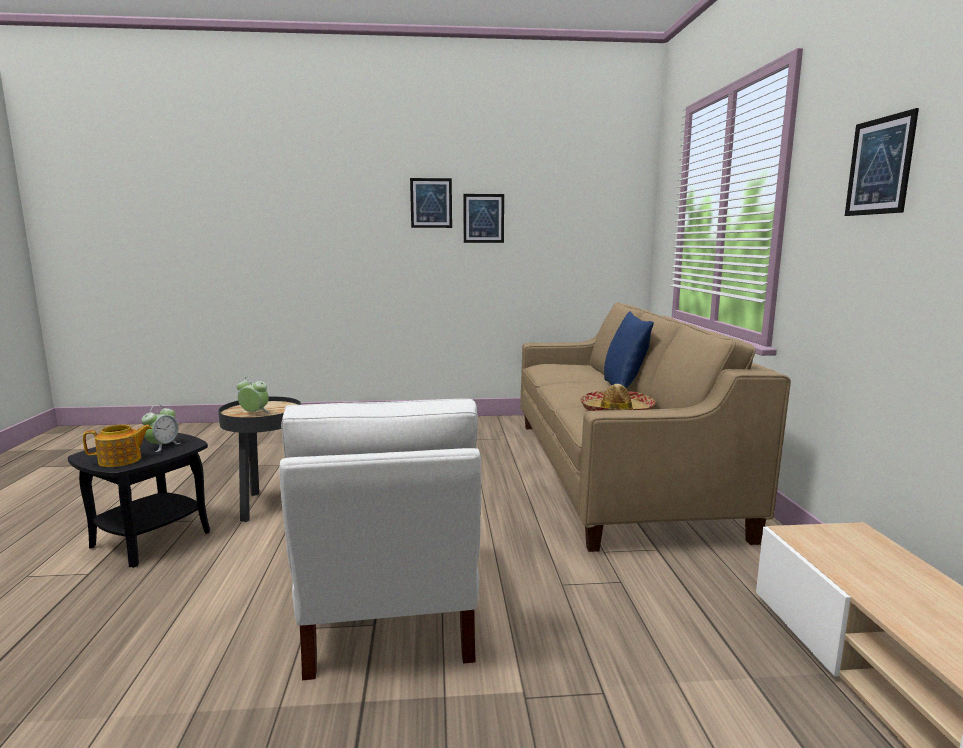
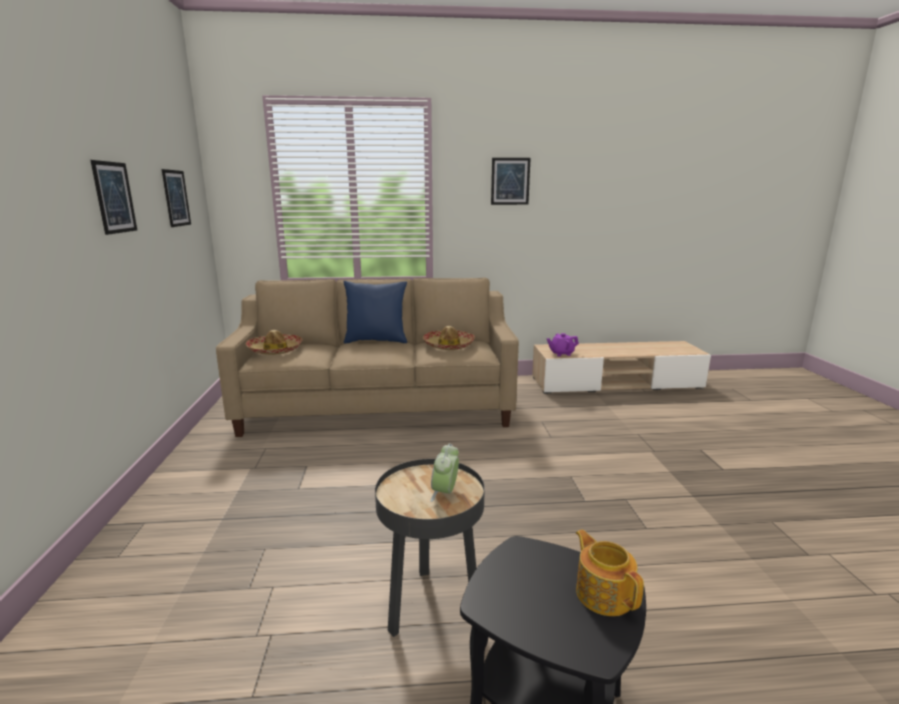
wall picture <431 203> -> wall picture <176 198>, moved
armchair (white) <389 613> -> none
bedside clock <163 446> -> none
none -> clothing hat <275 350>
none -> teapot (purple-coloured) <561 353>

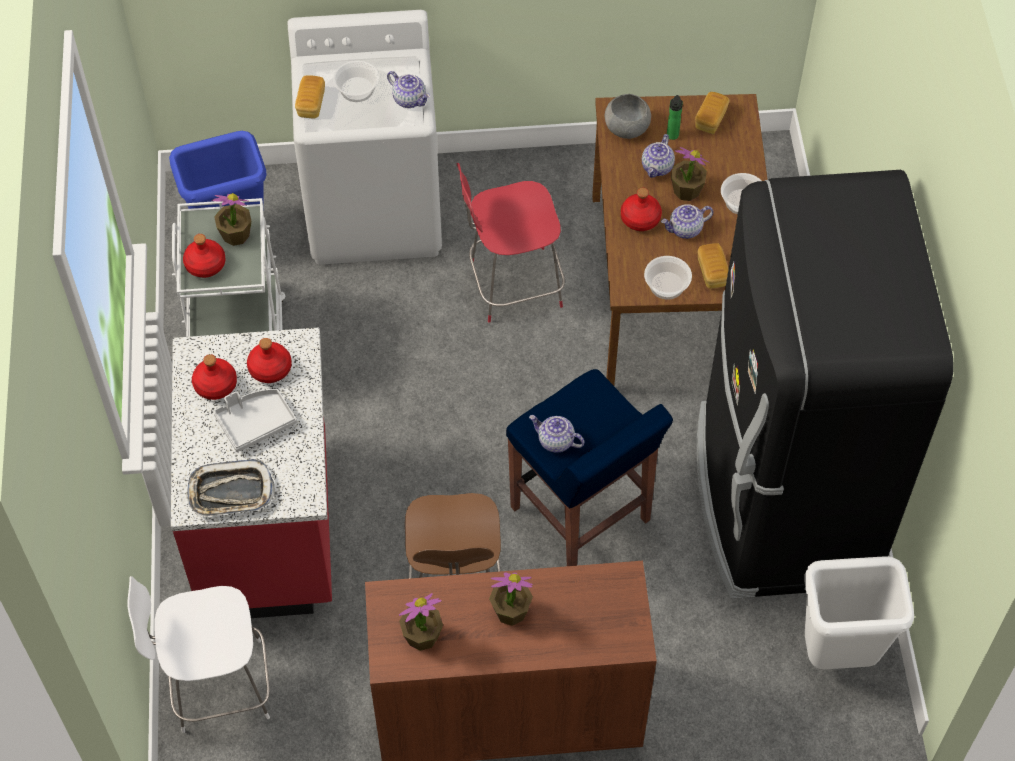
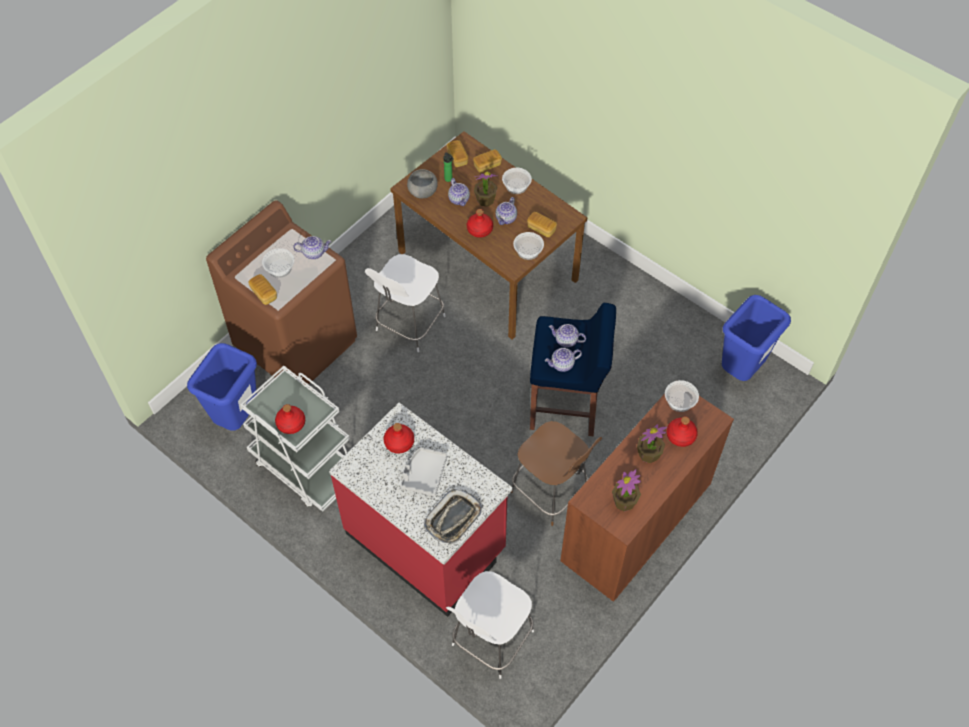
washing machine (white) <375 210> -> washing machine (brown-coloured) <297 343>
chair (red-coloured) <512 285> -> chair (white) <409 325>
fridge (black-coloured) <781 499> -> none
potted plant <235 235> -> none
drink bottle (red-coloured) <216 385> -> drink bottle (red-coloured) <681 436>, moved
waste bin (white) <838 655> -> waste bin (blue) <741 370>
none -> baked bread <487 165>
none -> teapot <566 340>
none -> bowl <679 401>

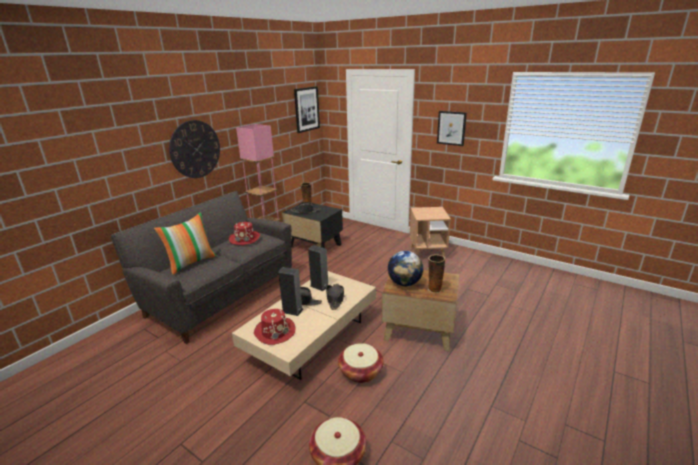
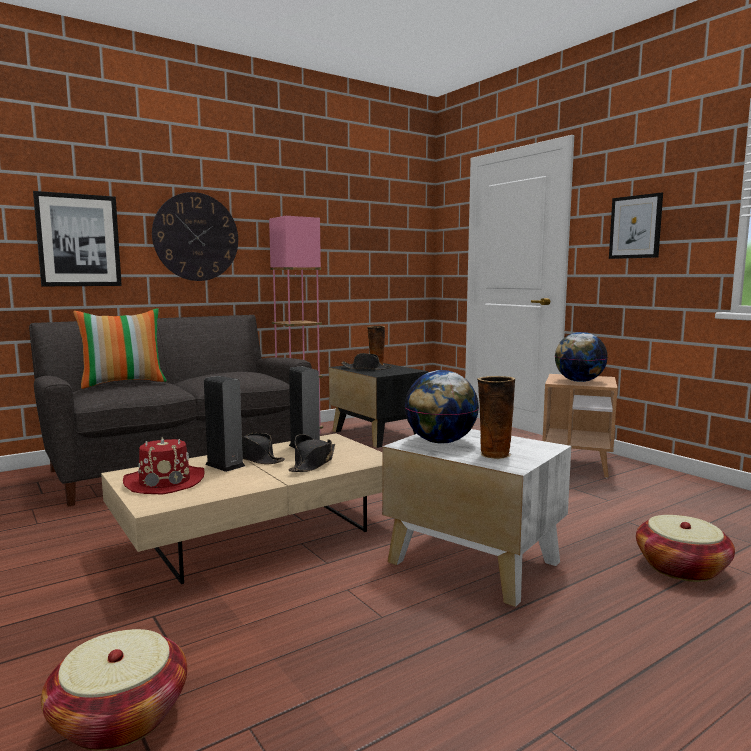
wall picture <306 109> -> wall picture <78 240>, moved
clothing hat (red-coloured) <245 238> -> none
accent table (brown-coloured) <418 329> -> accent table (white) <472 561>
basket <360 372> -> basket <681 568>, moved
none -> desk globe <579 381>

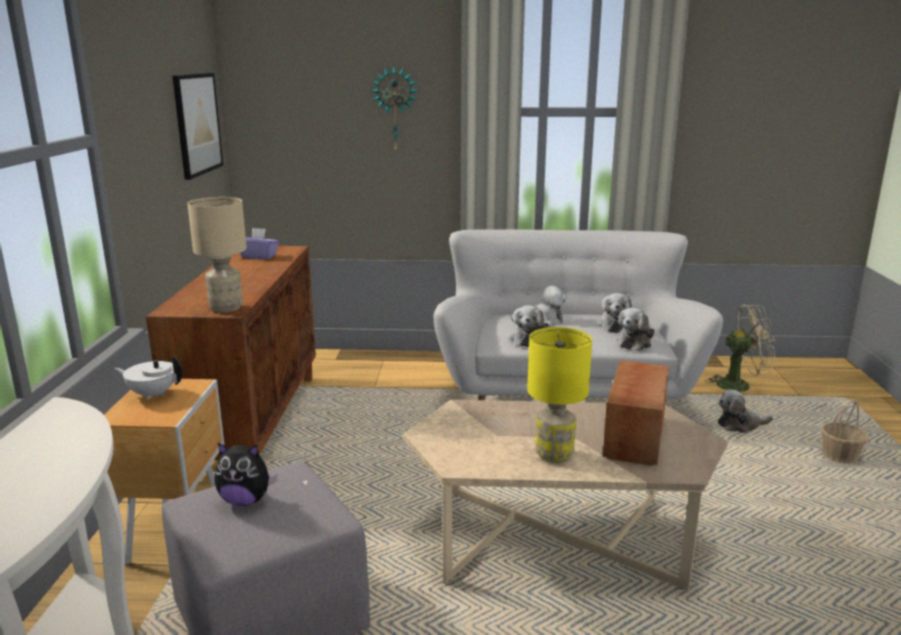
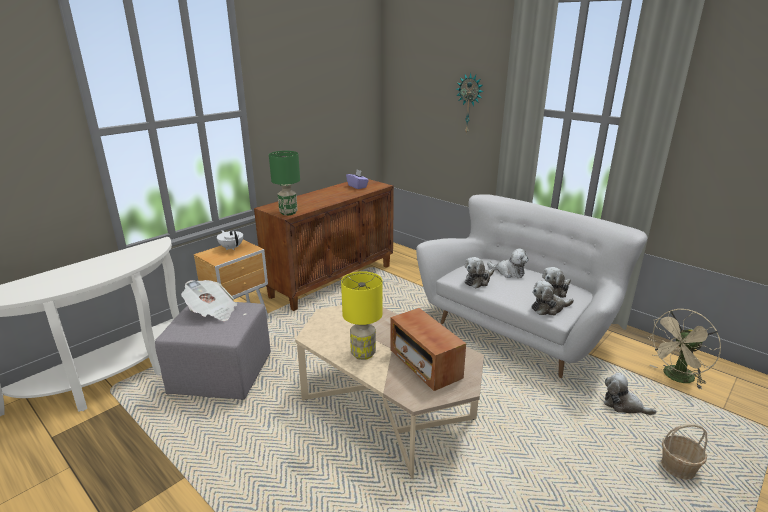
wall picture <197 124> -> none
tabletop lamp (sand-coloured) <227 308> -> tabletop lamp (greenish) <288 213>
fan (sand-coloured) <740 385> -> fan (sand-coloured) <676 378>, 105 degrees clockwise
radio <634 437> -> radio <425 365>, 90 degrees counterclockwise
cuddly toy <245 500> -> printed paper <212 311>

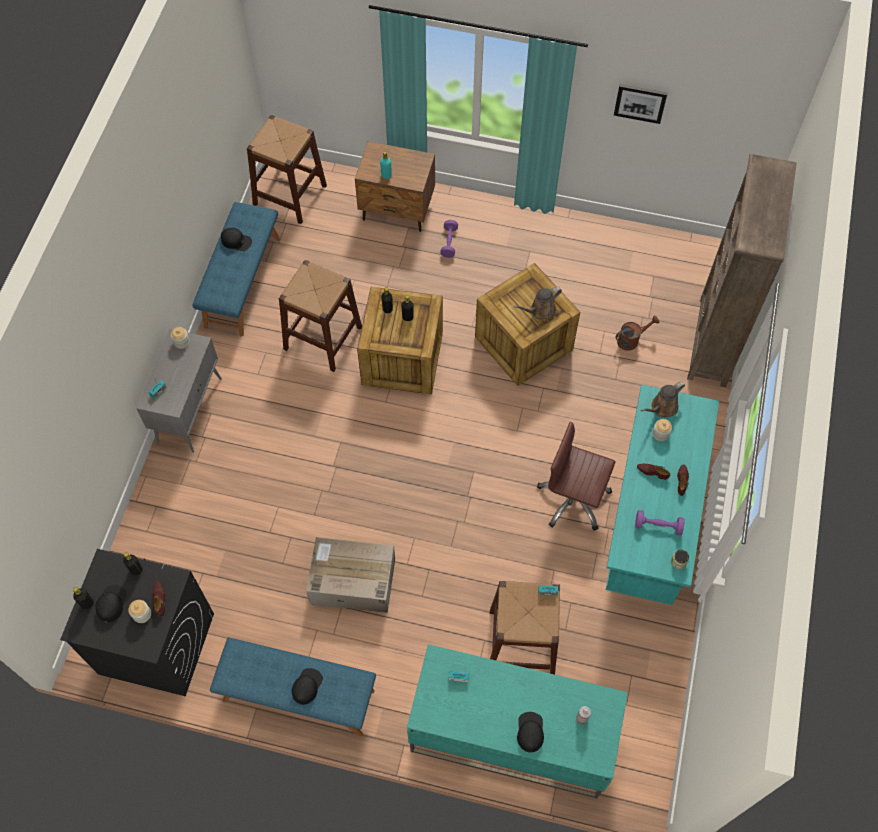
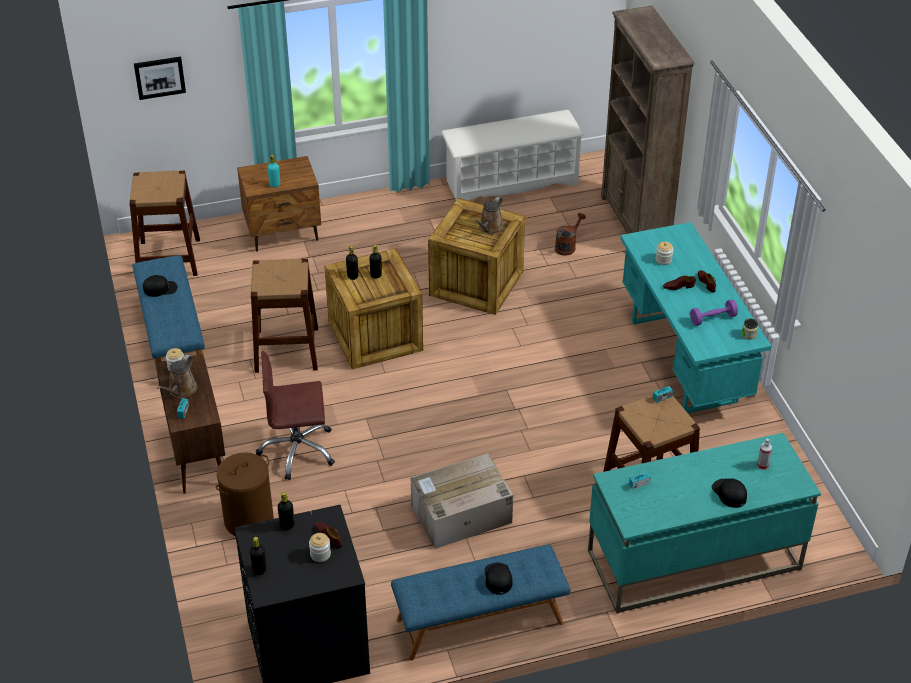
wall picture <640 102> -> wall picture <159 77>, moved
hand weight (purple-coloured) <449 243> -> none
storage cabinet (greyish) <190 410> -> storage cabinet (brown-coloured) <197 454>
sprinkling can (brown-coloured) <662 407> -> sprinkling can (brown-coloured) <181 390>, moved
computer chair (brown-coloured) <573 499> -> computer chair (brown-coloured) <297 450>, moved
cap (black-coloured) <111 603> -> none
none -> shoe stand (white) <511 182>
none -> laundry basket (brown-coloured) <249 520>

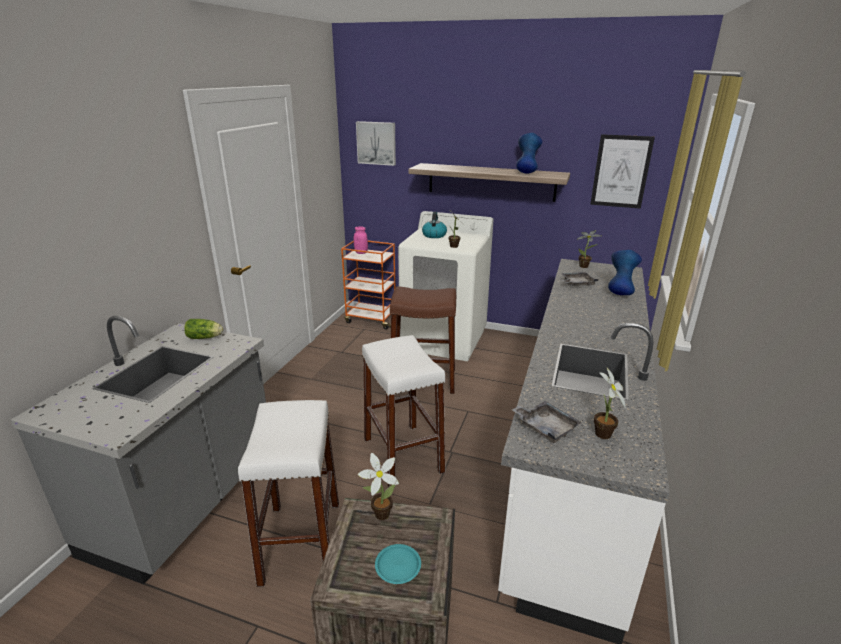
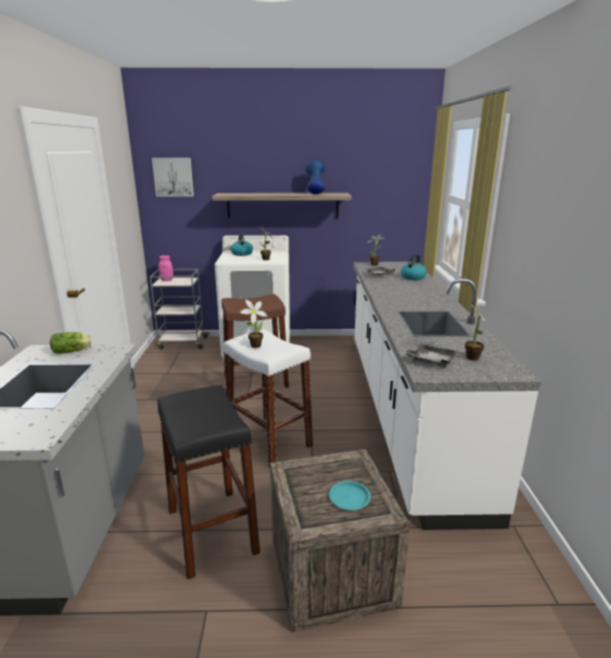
wall picture <621 171> -> none
wheeled cart (orange-coloured) <371 319> -> wheeled cart (greyish) <182 343>
flower vase (blue) <619 292> -> tea kettle <413 277>
stool (white) <301 541> -> stool (black-coloured) <212 530>
potted plant <379 514> -> potted plant <254 346>, moved

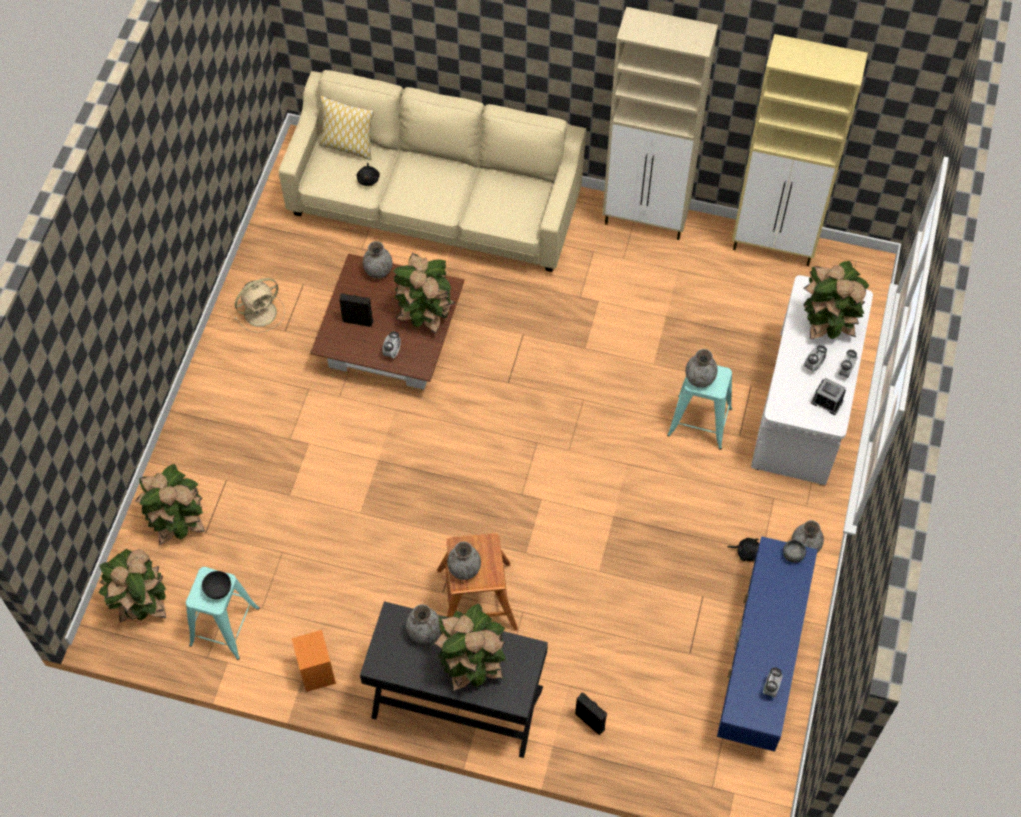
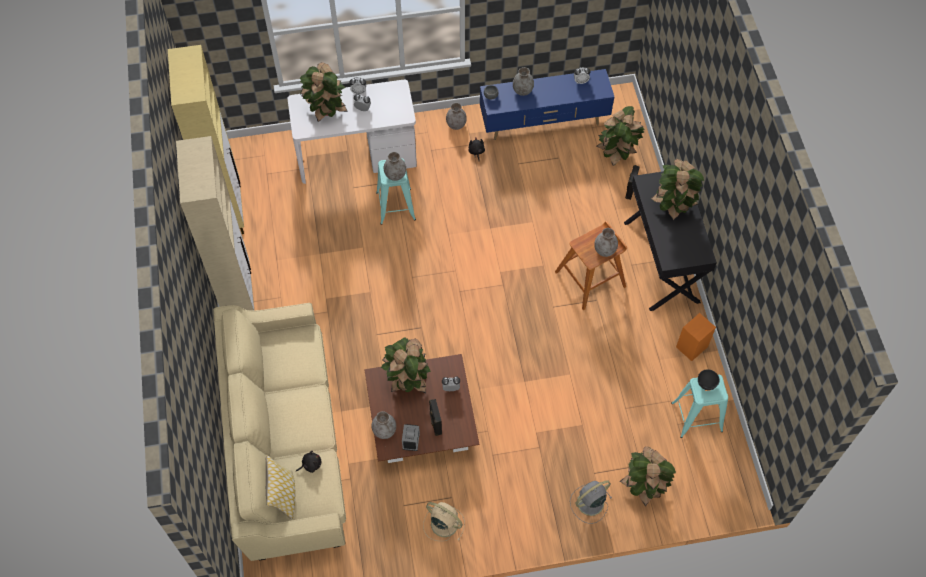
bedside clock <827 402> -> bedside clock <411 440>, moved
potted plant <142 605> -> potted plant <617 154>, moved
flower vase (greyish) <424 631> -> flower vase (greyish) <522 90>, moved
none -> fan (greyish) <589 503>

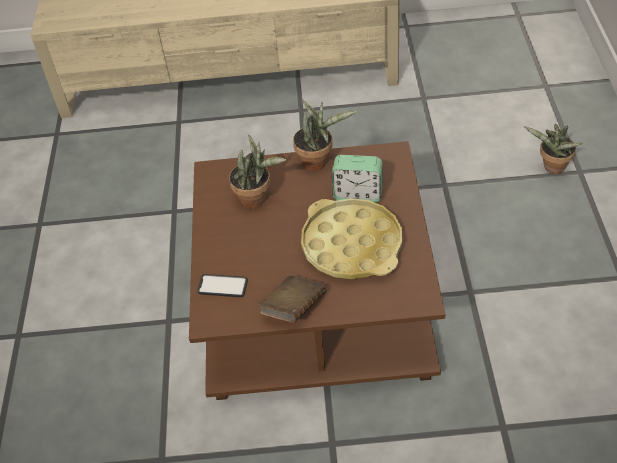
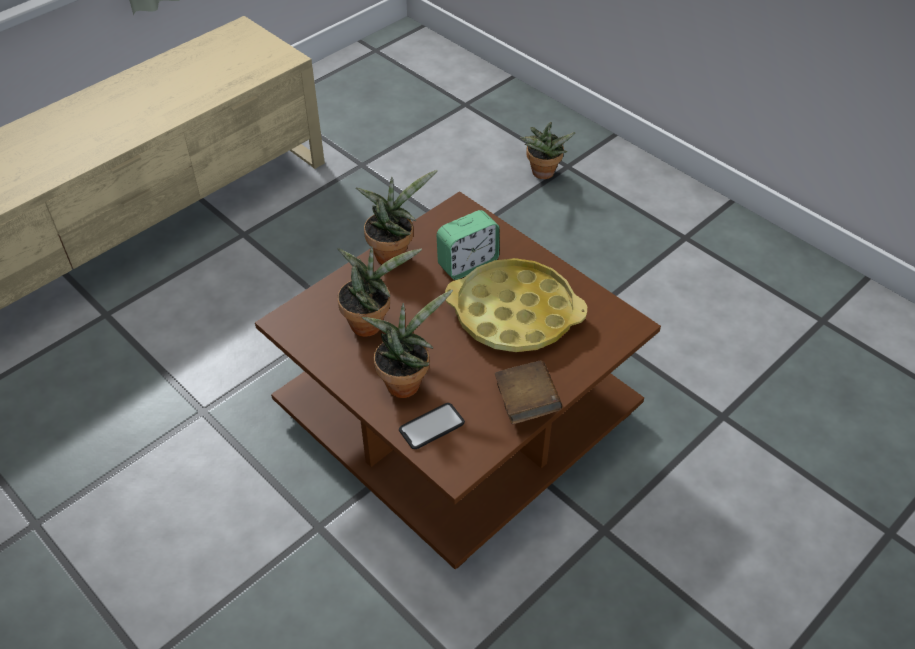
none -> potted plant <405 381>

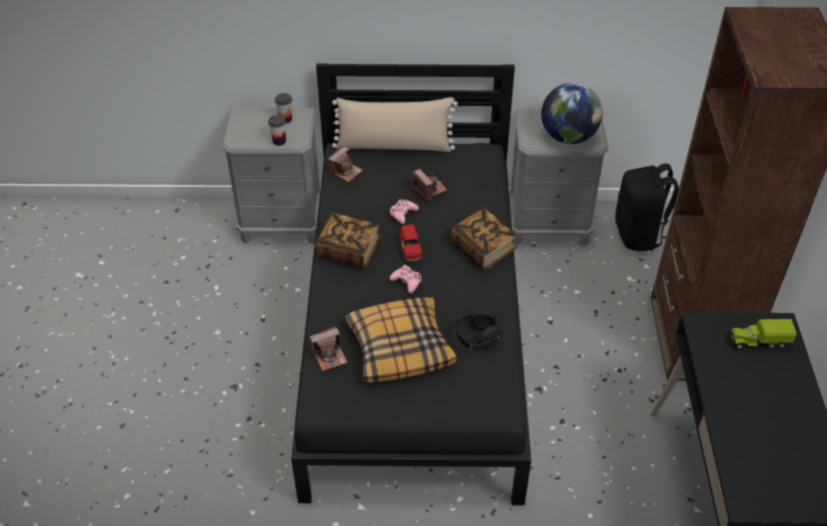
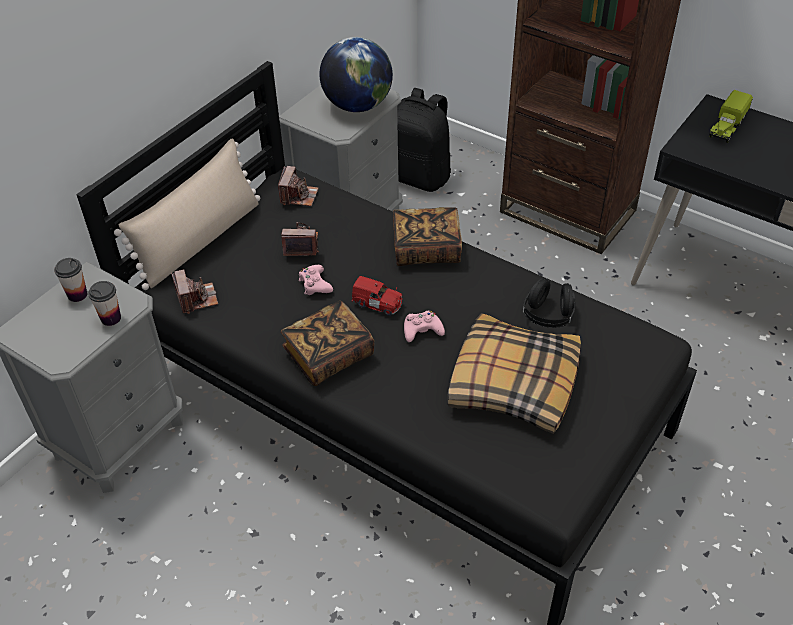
photo camera <329 356> -> photo camera <298 196>, moved

